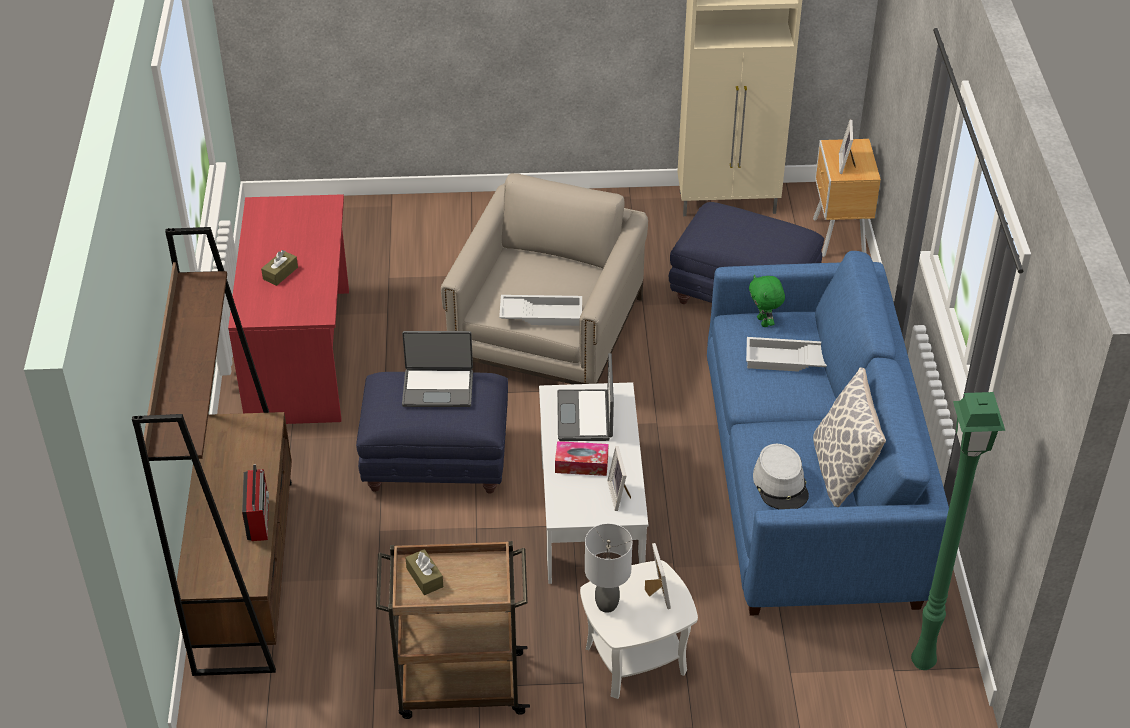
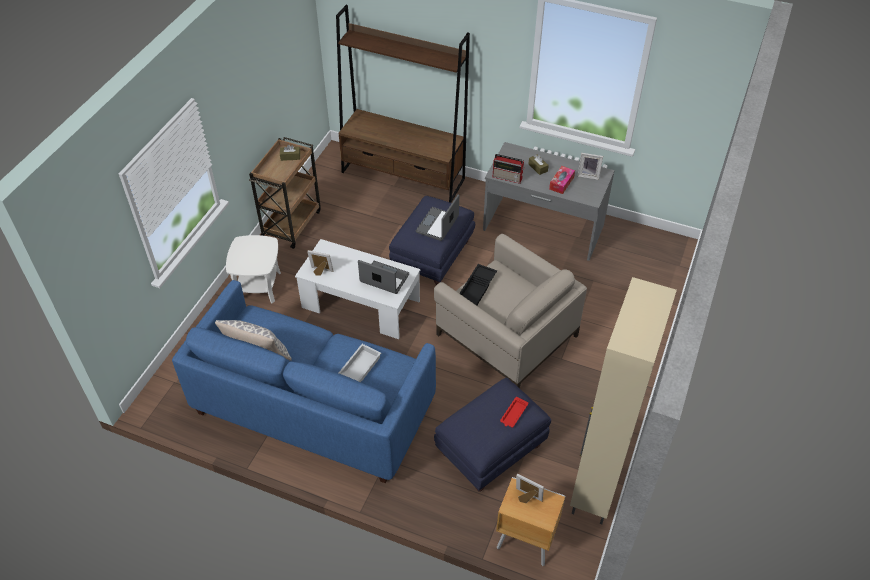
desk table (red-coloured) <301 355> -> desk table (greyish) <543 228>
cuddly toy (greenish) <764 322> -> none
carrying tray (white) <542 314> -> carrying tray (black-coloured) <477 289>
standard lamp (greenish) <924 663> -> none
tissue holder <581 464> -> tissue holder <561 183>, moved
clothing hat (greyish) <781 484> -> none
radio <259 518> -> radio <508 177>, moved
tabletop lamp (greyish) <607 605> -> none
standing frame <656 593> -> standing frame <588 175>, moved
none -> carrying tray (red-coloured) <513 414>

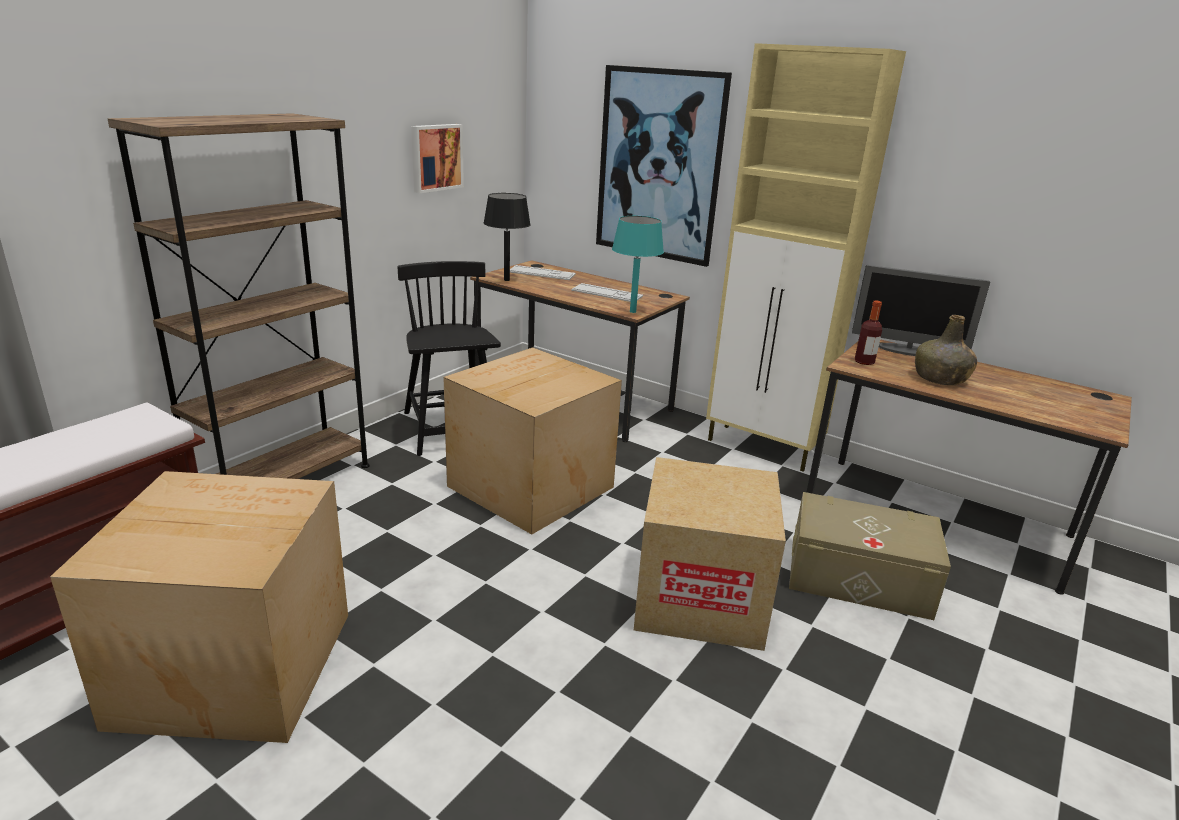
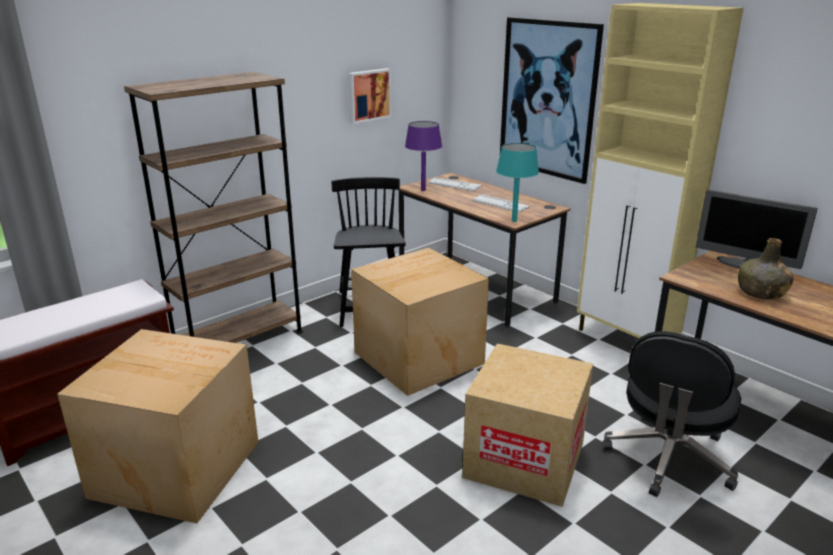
tabletop lamp (black-coloured) <506 280> -> tabletop lamp (purple-coloured) <423 190>
drink bottle <864 362> -> none
storage box (sand-coloured) <858 577> -> computer chair (black-coloured) <668 458>

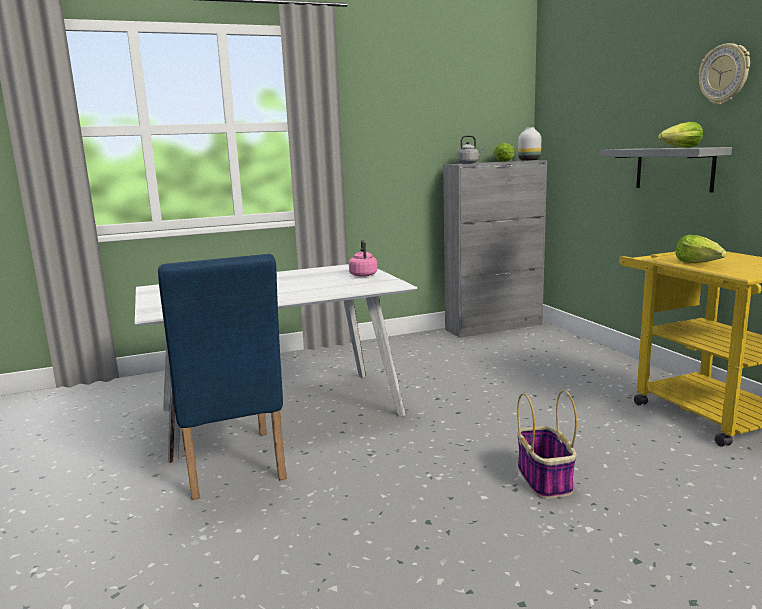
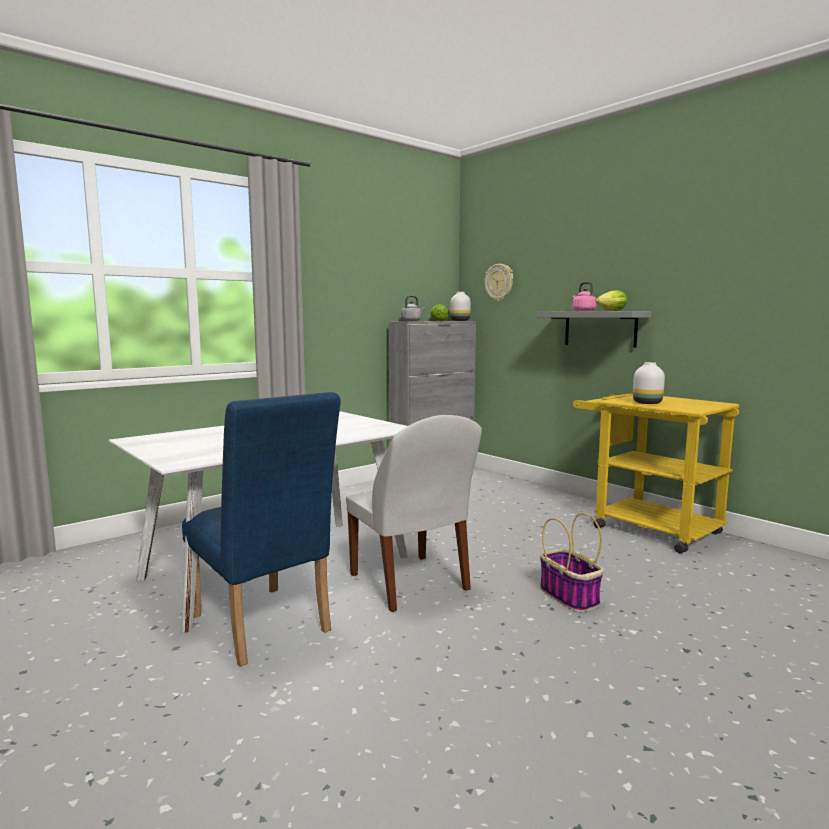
clock on the wall <724 74> -> clock on the wall <499 282>, moved
head of lettuce <698 263> -> flower vase (white) <647 403>
tea kettle (pinkish) <363 275> -> tea kettle (pinkish) <583 311>, moved
none -> chair (white) <410 584>

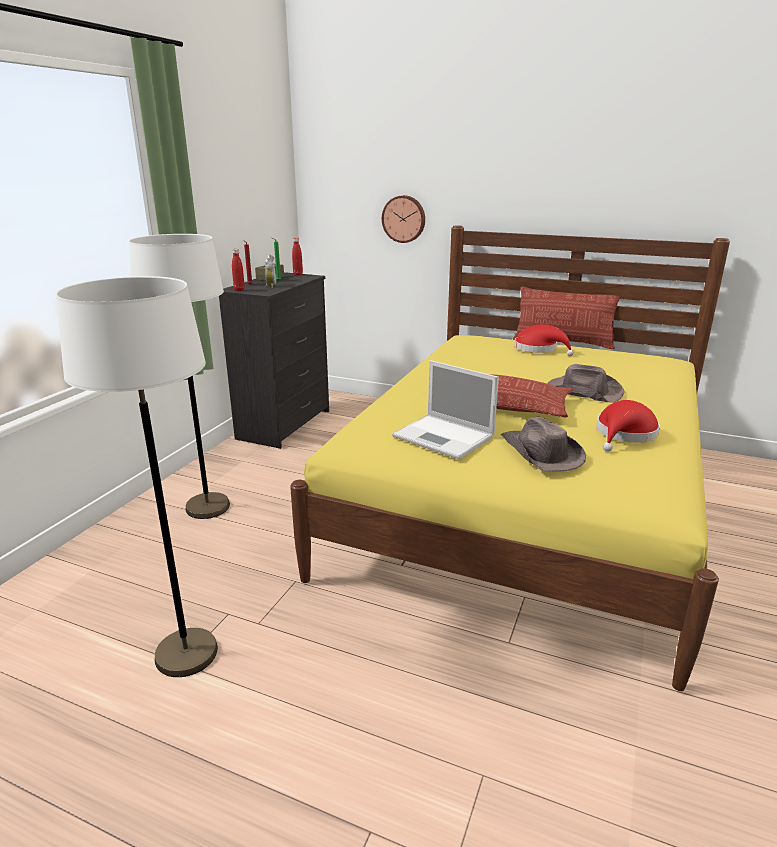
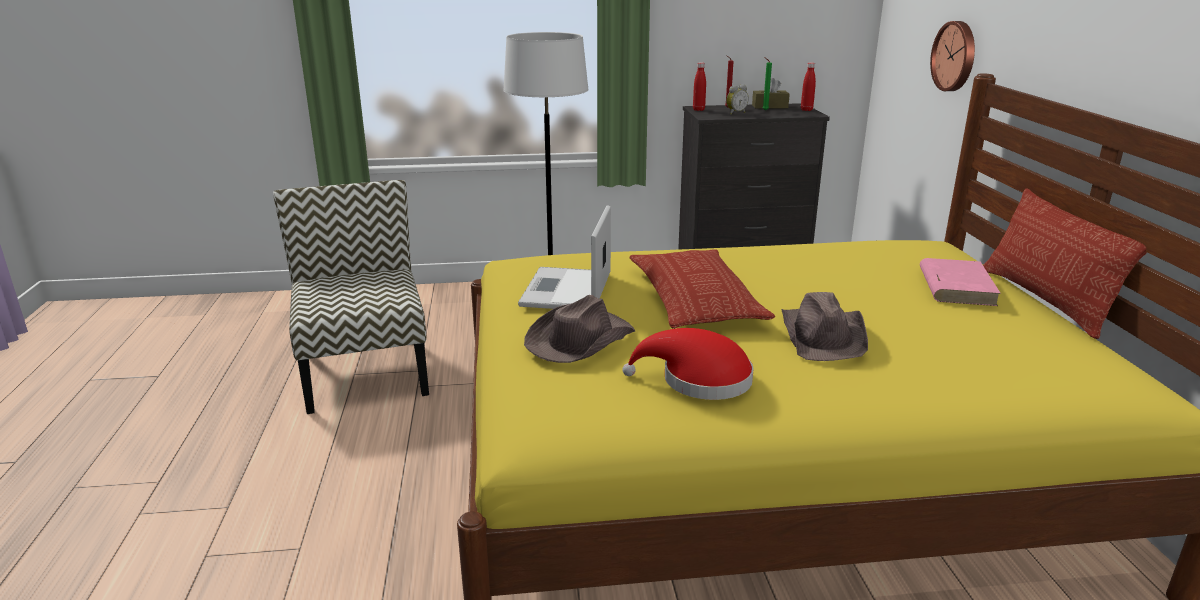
standard lamp (white) <186 654> -> chair <364 372>
clothing hat (red-coloured) <538 349> -> volume (pinkish) <956 286>

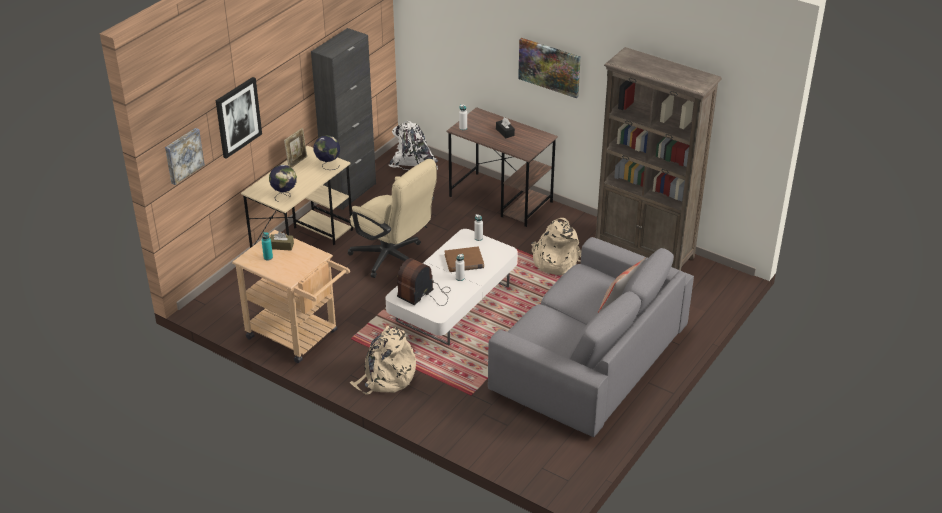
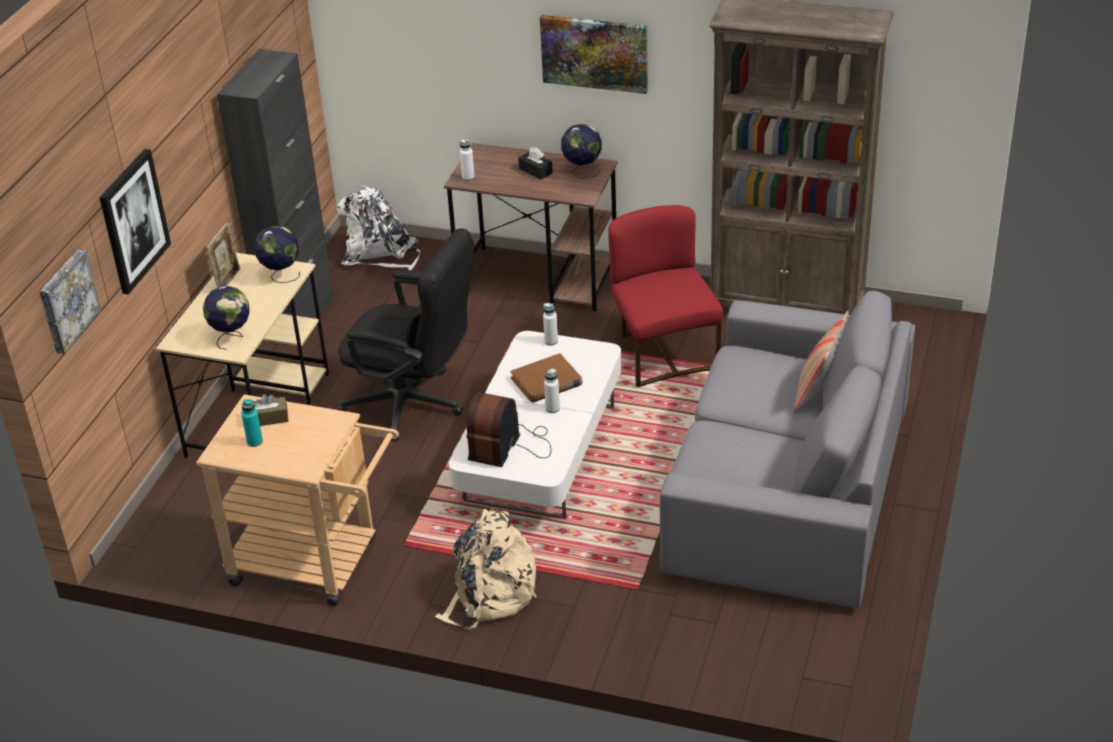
computer chair (sand-coloured) <393 259> -> computer chair (black-coloured) <414 405>
knapsack (sand-coloured) <555 261> -> chair (red-coloured) <664 353>
none -> desk globe <582 171>

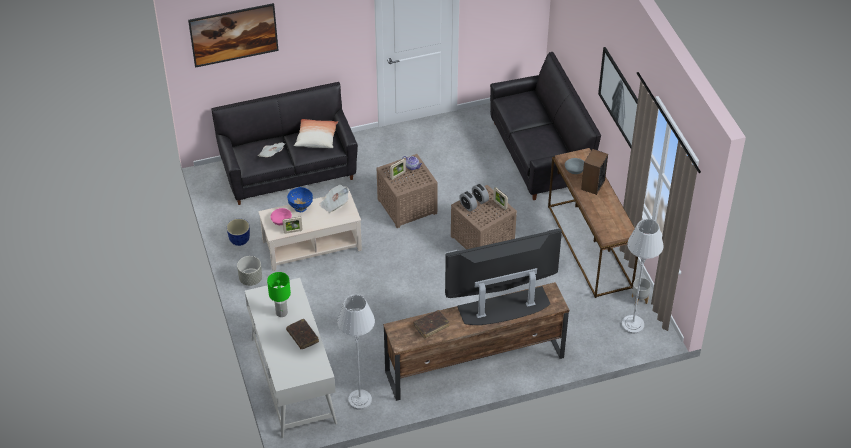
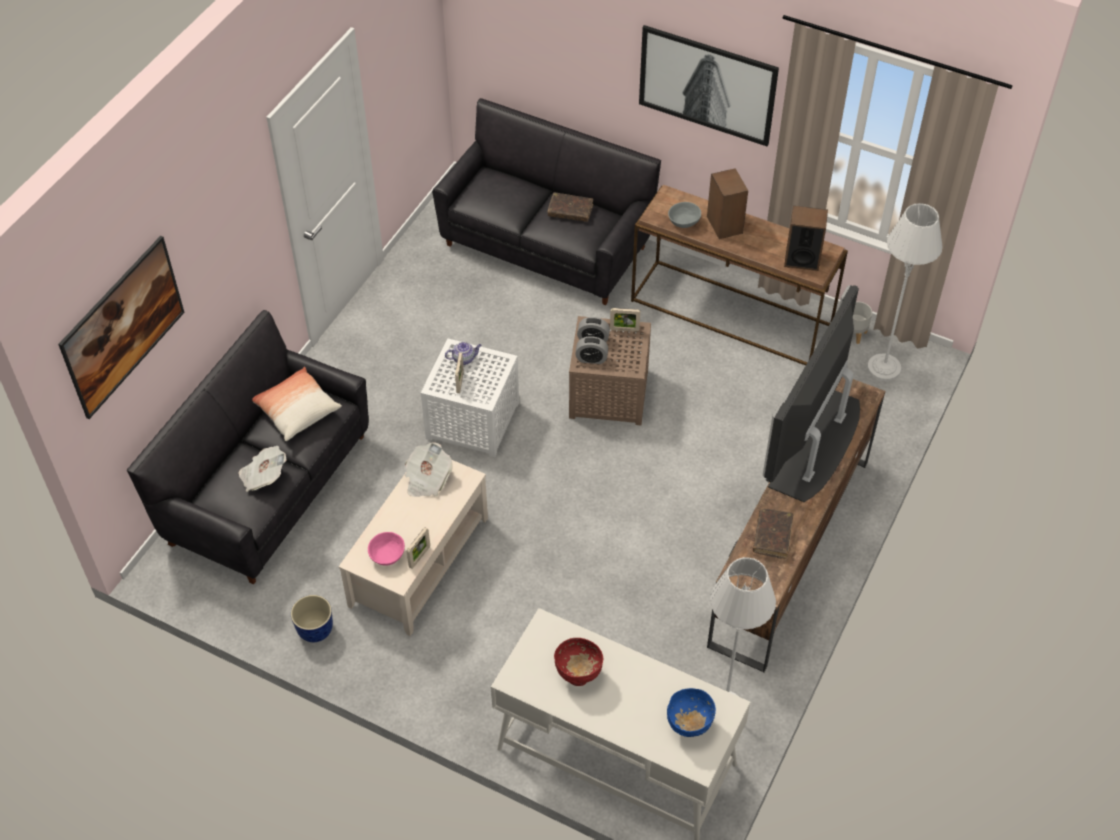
accent table (brown-coloured) <407 205> -> accent table (white) <472 419>
bowl (blue) <300 208> -> bowl (blue) <688 726>, moved
planter (greyish) <251 279> -> none
tabletop lamp (greenish) <282 313> -> bowl (red-coloured) <578 675>
volume (brown-coloured) <302 336> -> volume (brown-coloured) <570 211>, moved
none -> speaker <802 259>

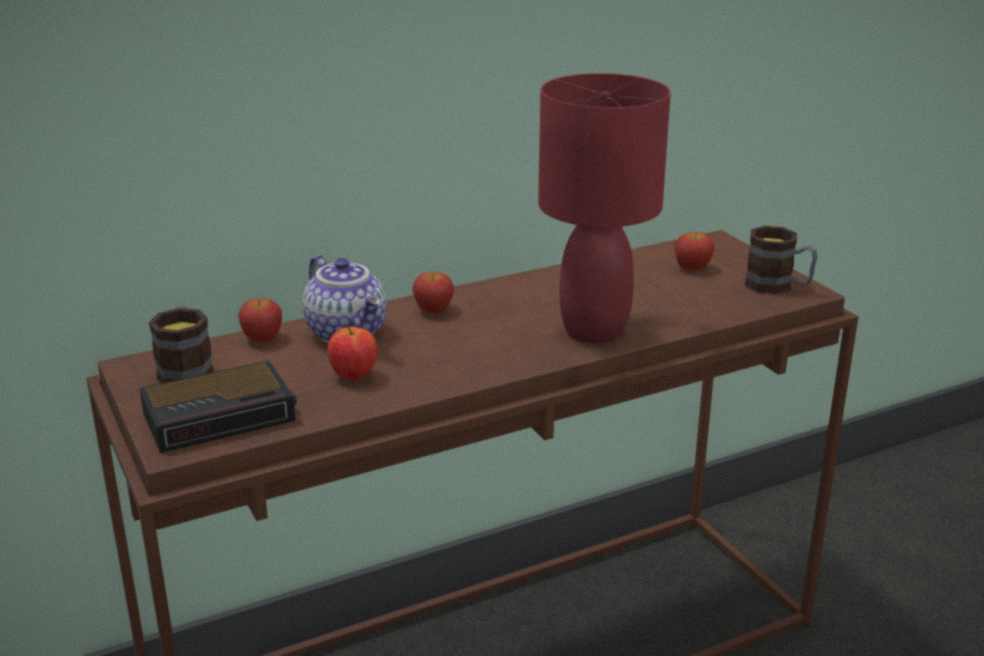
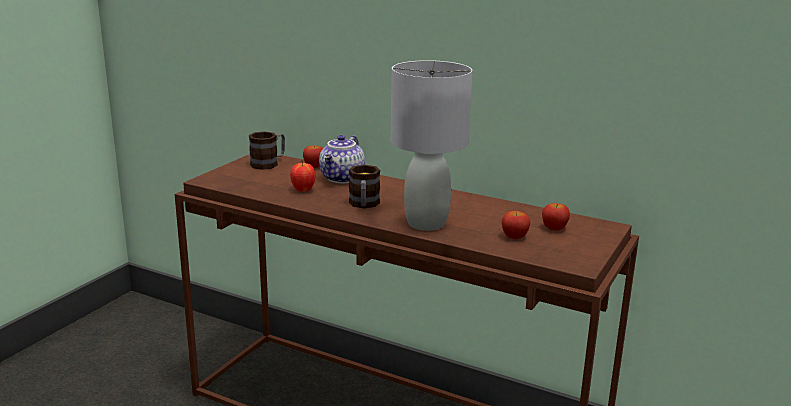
tabletop lamp (red-coloured) <595 331> -> tabletop lamp (greyish) <427 223>
mug <778 286> -> mug <364 205>, moved
apple <433 310> -> apple <514 237>, moved
bedside clock <222 416> -> none

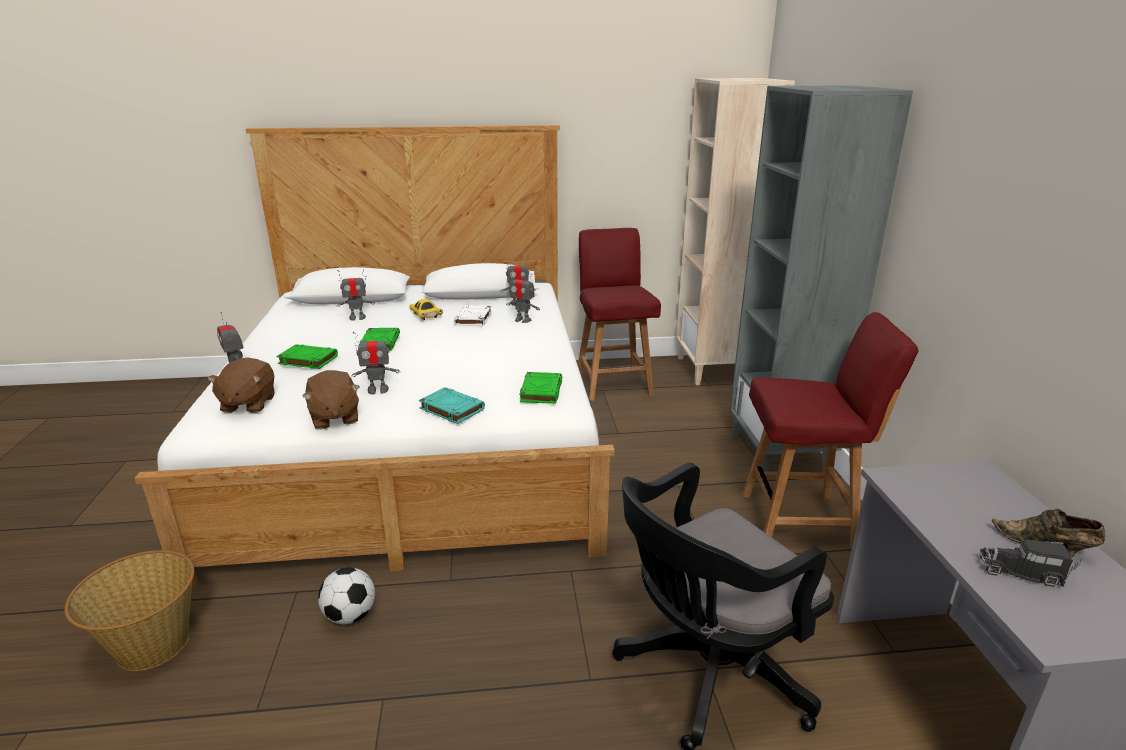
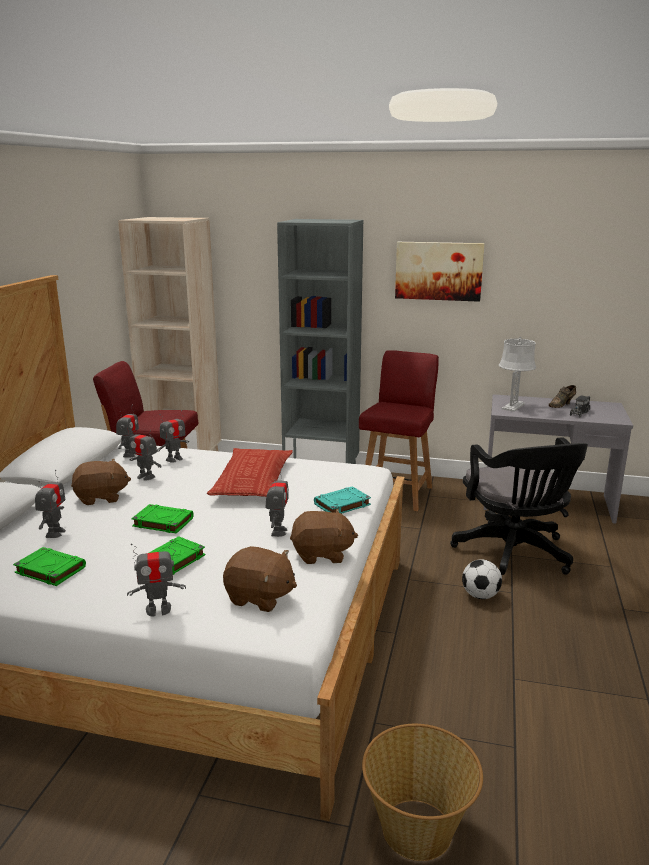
model car (yellow) <425 316> -> cuddly toy (brown-coloured) <101 497>
volume (white) <473 319> -> model robot <146 477>
volume (greenish) <541 391> -> volume (greenish) <49 570>, moved
football ball <350 616> -> football ball <480 595>, moved
none -> wall picture <438 271>
none -> tabletop lamp (greyish) <513 406>
none -> throw pillow <253 480>

